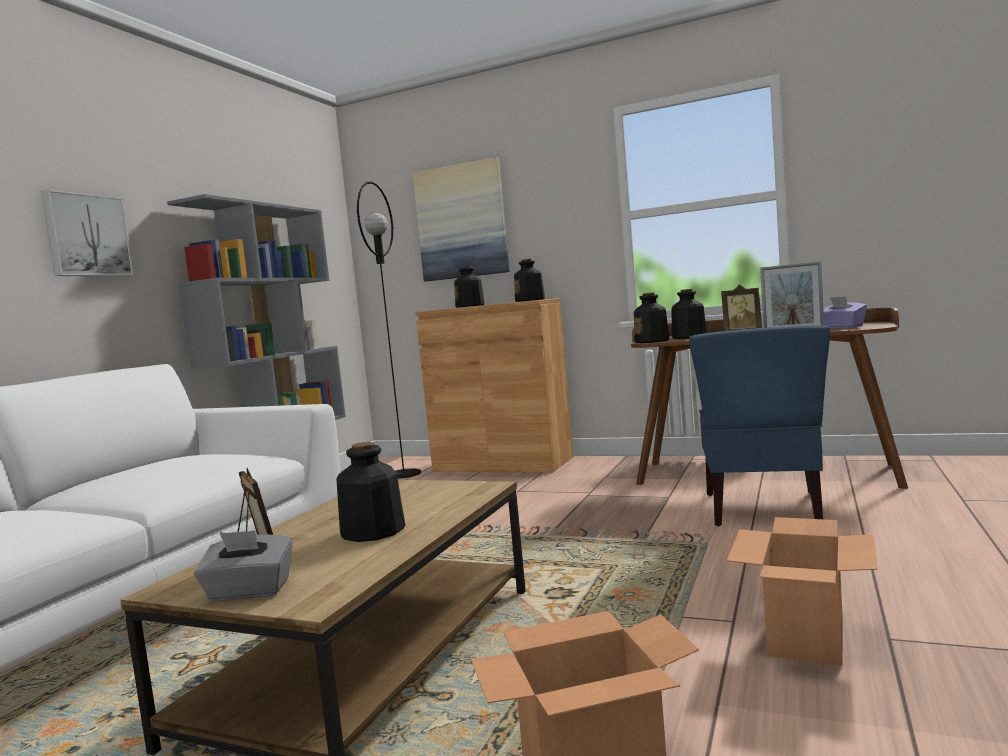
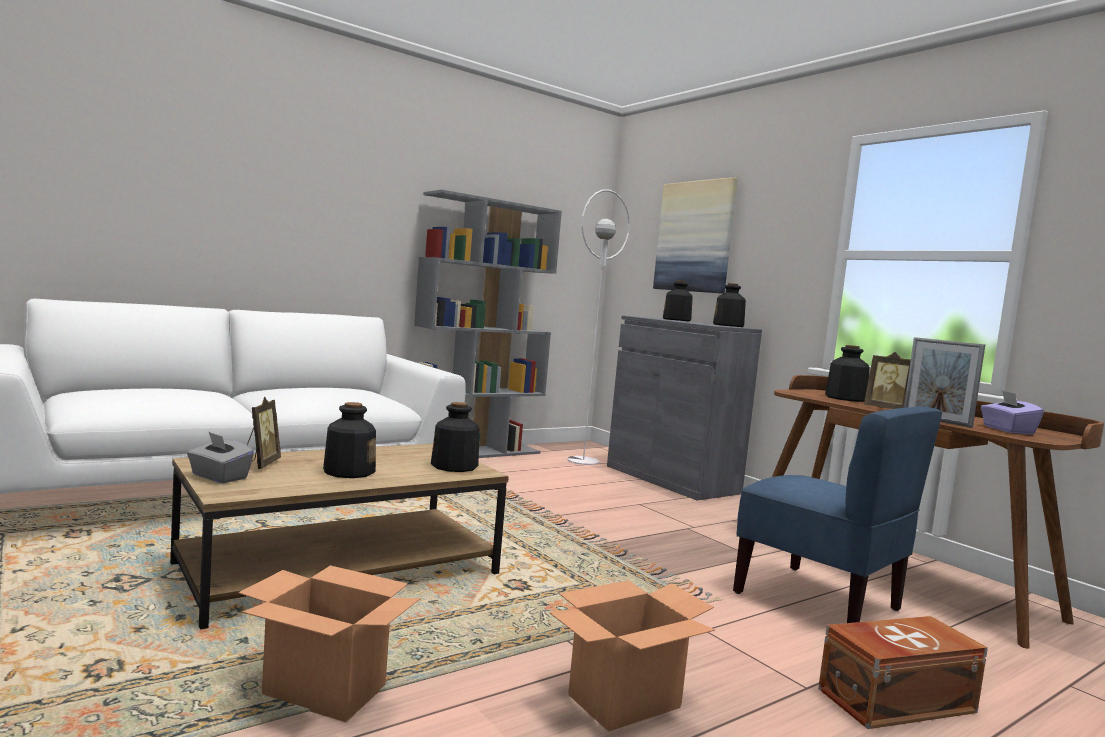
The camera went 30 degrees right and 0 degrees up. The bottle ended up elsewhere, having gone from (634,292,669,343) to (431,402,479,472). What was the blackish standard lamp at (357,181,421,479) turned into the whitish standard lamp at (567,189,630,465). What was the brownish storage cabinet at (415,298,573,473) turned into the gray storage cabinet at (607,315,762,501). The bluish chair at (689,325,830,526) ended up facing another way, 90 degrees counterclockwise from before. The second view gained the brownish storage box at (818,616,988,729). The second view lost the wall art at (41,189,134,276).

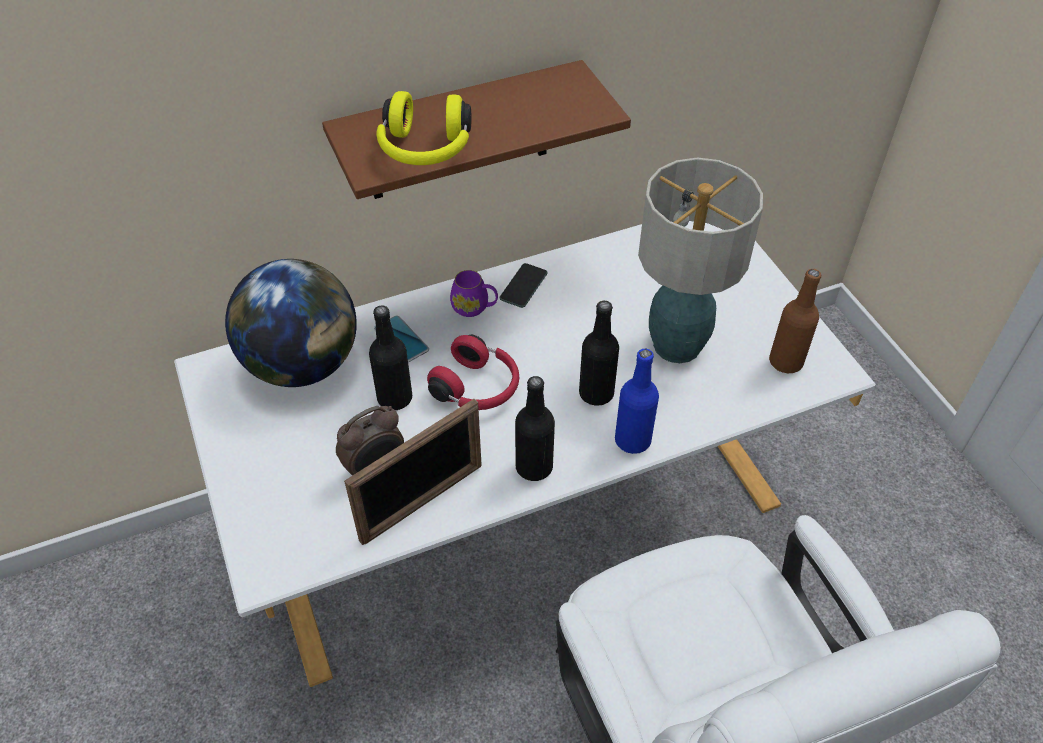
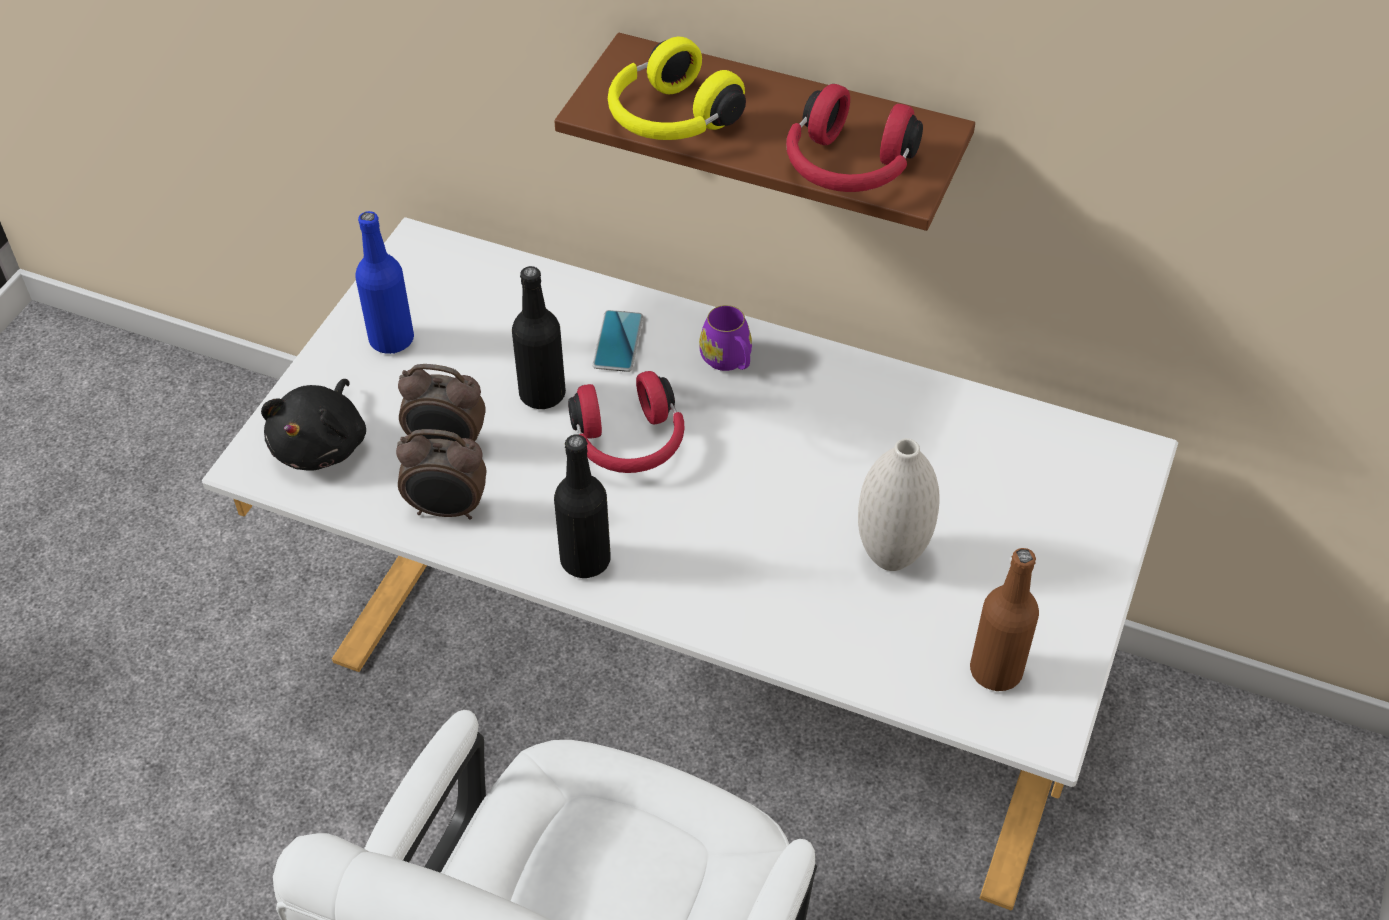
The camera went 45 degrees right and 0 degrees up. The second view gained the blackish cuddly toy at (261,379,366,471). The bluish bottle ended up elsewhere, having gone from (615,349,659,454) to (355,211,414,354). Where the standing frame stood at (344,399,482,545), the alarm clock came to stand at (396,429,486,520). The second view gained the reddish pair of headphones at (786,84,923,192). Where the tabletop lamp stood at (638,158,763,363), the whitish decorative vase came to stand at (858,438,940,571). The second view lost the desk globe at (225,259,357,387). The second view lost the handset at (500,263,547,308). The second view lost the blackish bottle at (579,301,619,406).

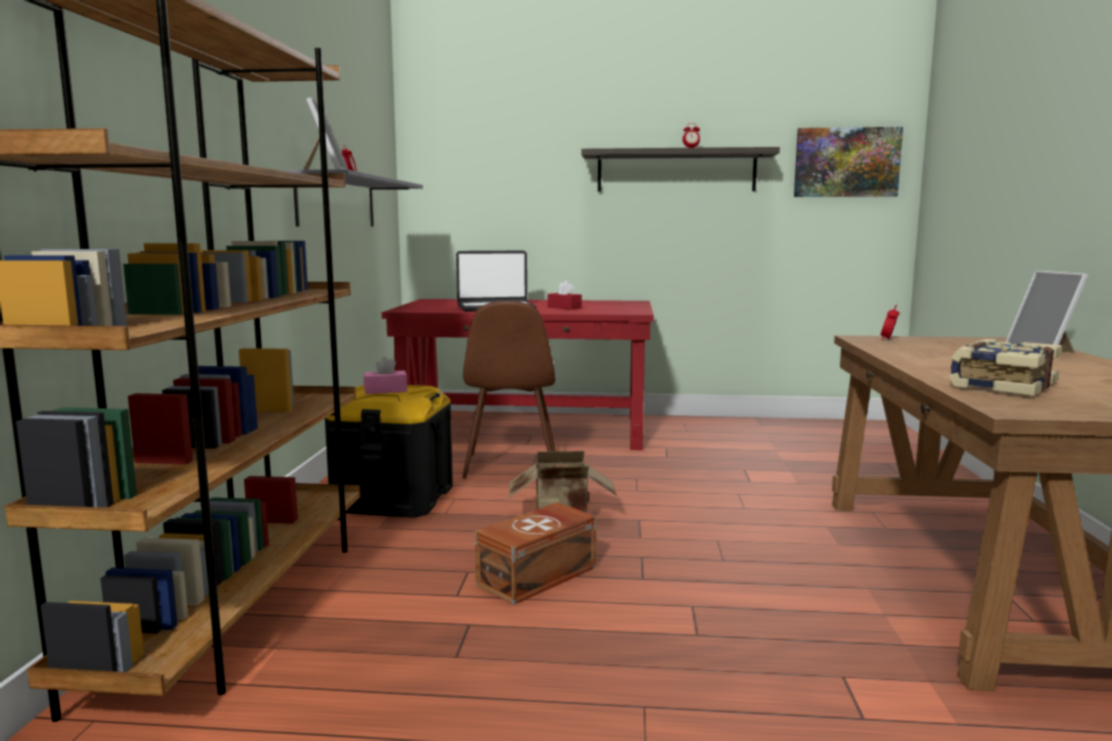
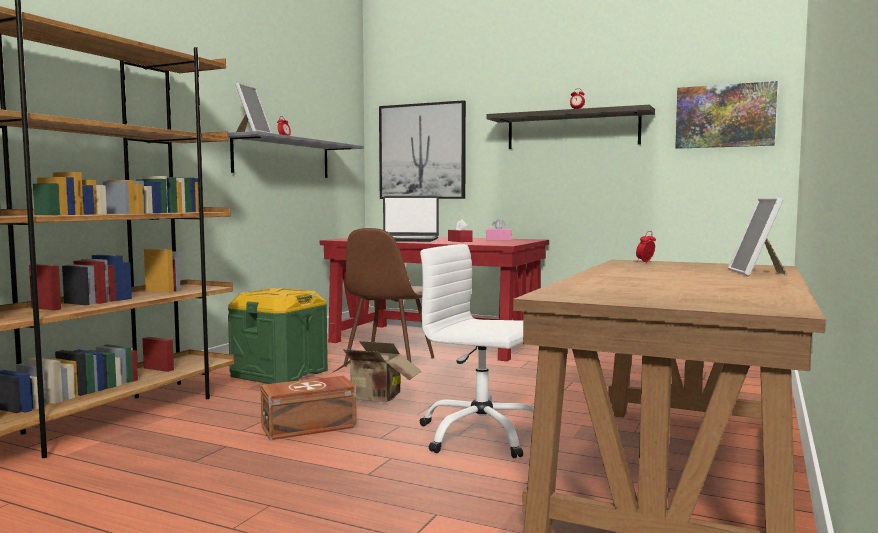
The camera went 20 degrees right and 5 degrees down. What was the blackish storage box at (324,385,453,518) turned into the green storage box at (228,288,328,384). The second view gained the wall art at (379,100,466,199). The second view gained the whitish office chair at (420,244,534,458). The pinkish tissue box ended up elsewhere, having gone from (364,357,407,394) to (486,219,512,241). The second view lost the bound book at (949,339,1062,396).

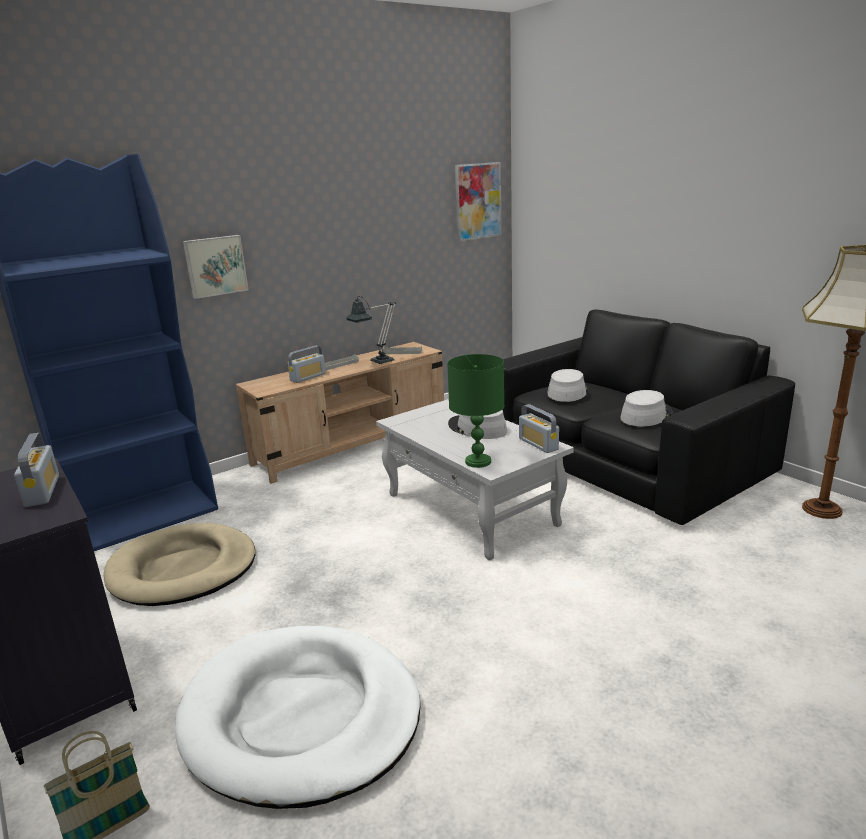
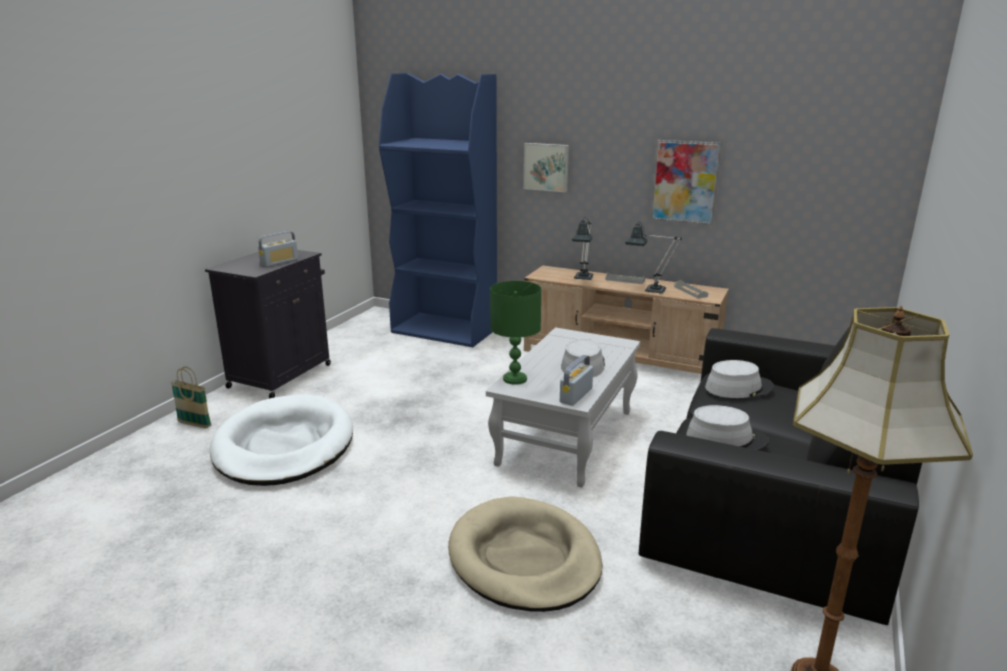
The camera went 60 degrees right and 0 degrees up. The beige-coloured dog bed ended up elsewhere, having gone from (103,523,255,606) to (448,496,603,612). Where the radio set stood at (288,346,326,383), the tabletop lamp came to stand at (572,217,593,280). The wall art ended up elsewhere, having gone from (455,162,502,242) to (651,140,722,225).

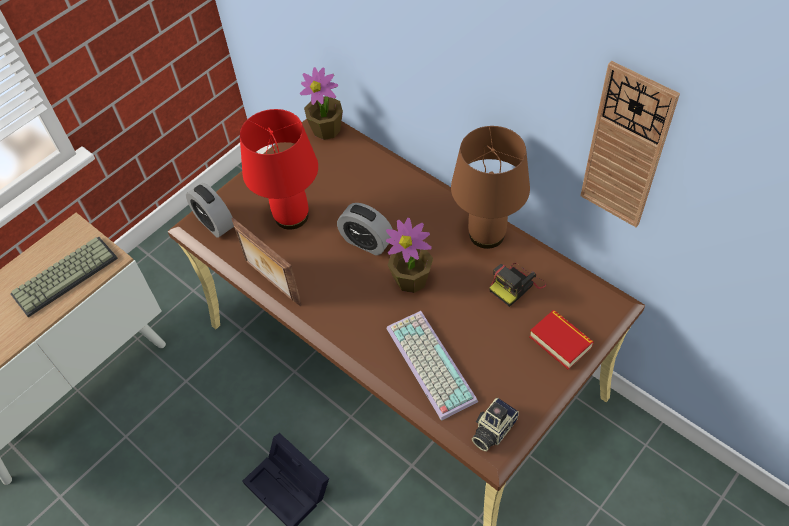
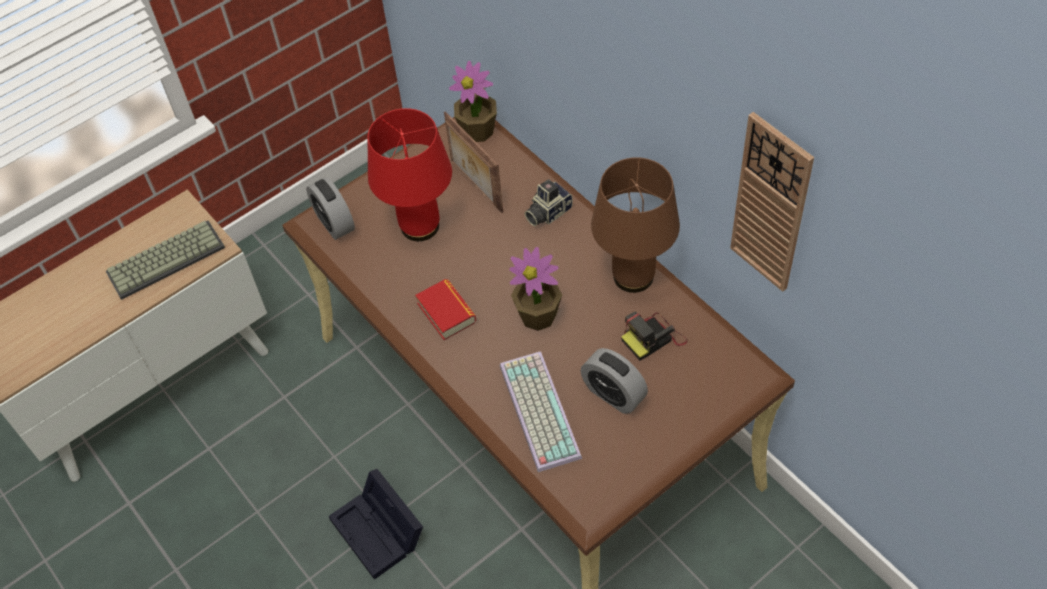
The camera went 10 degrees right and 0 degrees up. The bound book ended up elsewhere, having gone from (529,310,594,370) to (415,279,476,340). The standing frame ended up elsewhere, having gone from (231,218,302,306) to (444,111,503,213). The photo camera ended up elsewhere, having gone from (472,398,519,451) to (524,179,573,226). The alarm clock ended up elsewhere, having gone from (337,203,393,255) to (581,348,648,414).

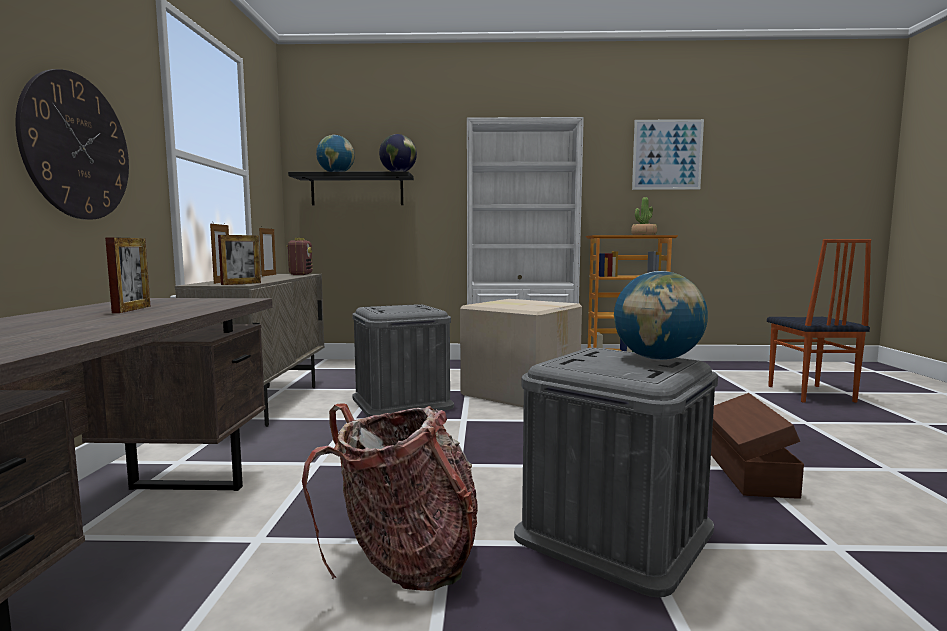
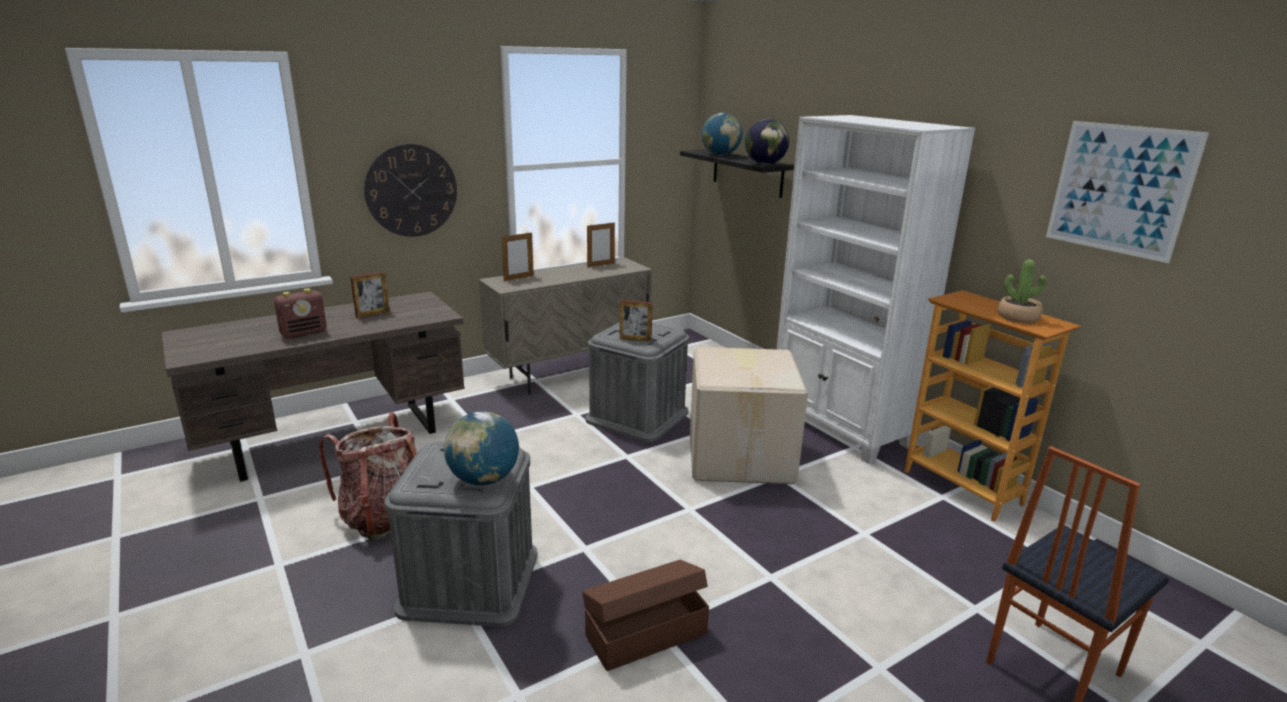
The camera went 55 degrees right and 15 degrees up. The radio set ended up elsewhere, having gone from (286,238,313,275) to (274,289,327,338). The standing frame ended up elsewhere, having gone from (218,235,261,285) to (620,300,653,342).

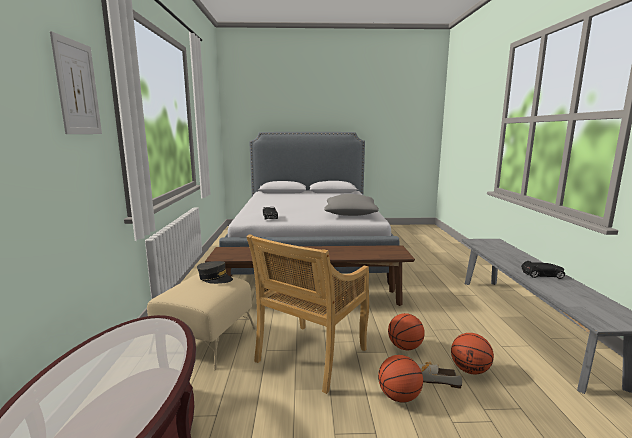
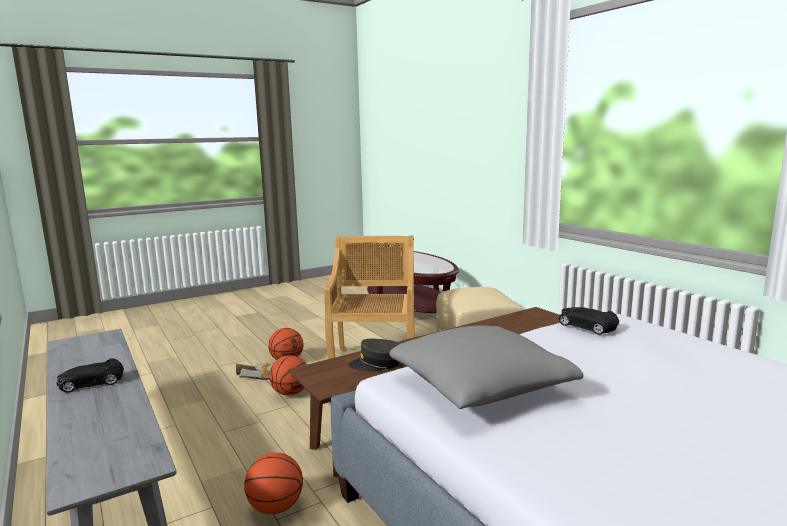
The camera went 150 degrees right and 0 degrees up. The basketball ended up elsewhere, having gone from (451,333,494,374) to (244,452,303,514). The gray cap ended up elsewhere, having gone from (197,261,233,284) to (348,339,400,371). The second view lost the wall art at (50,31,102,134).

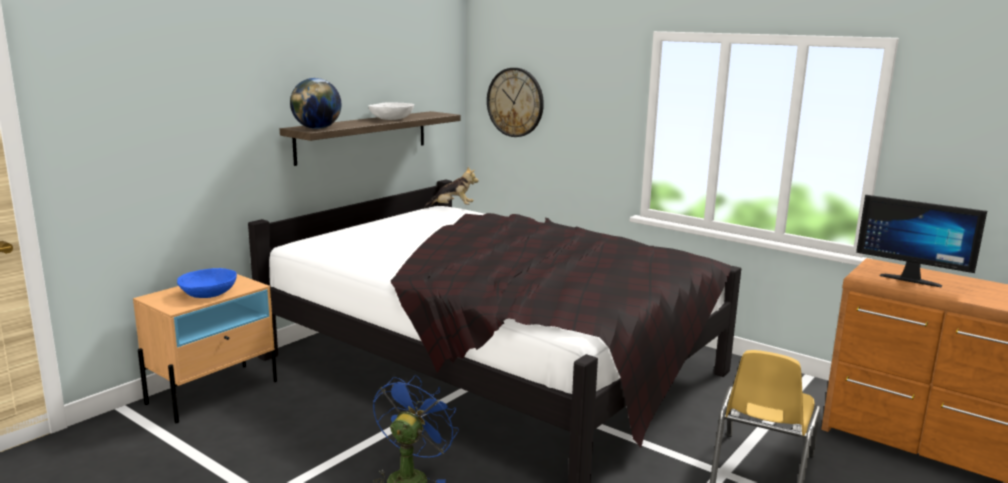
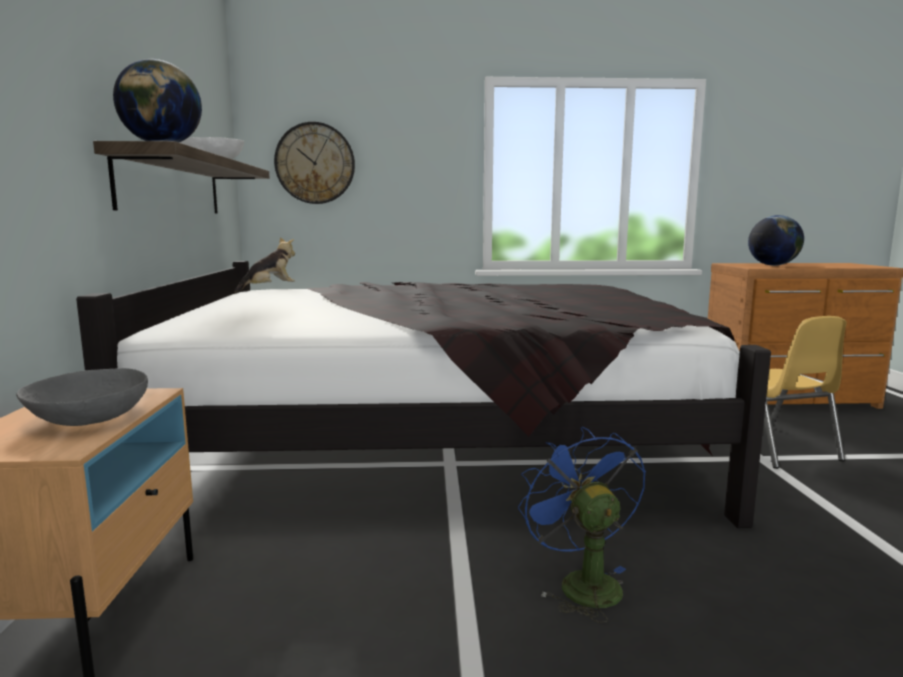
The camera went 40 degrees left and 5 degrees down. What was the bluish serving bowl at (177,268,237,298) turned into the gray serving bowl at (16,368,148,426). Where the monitor stood at (856,195,987,288), the desk globe came to stand at (748,215,804,266).

